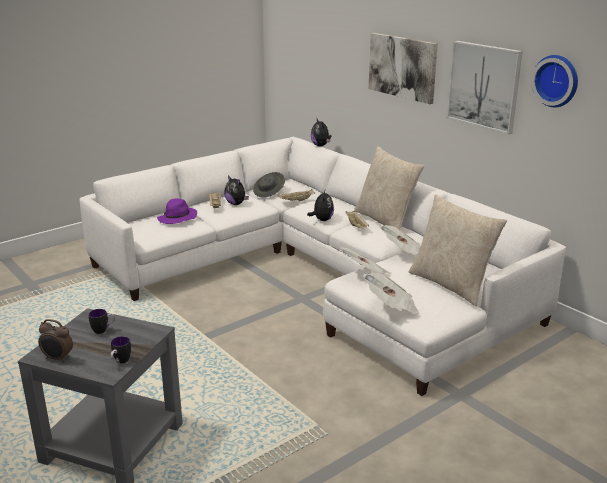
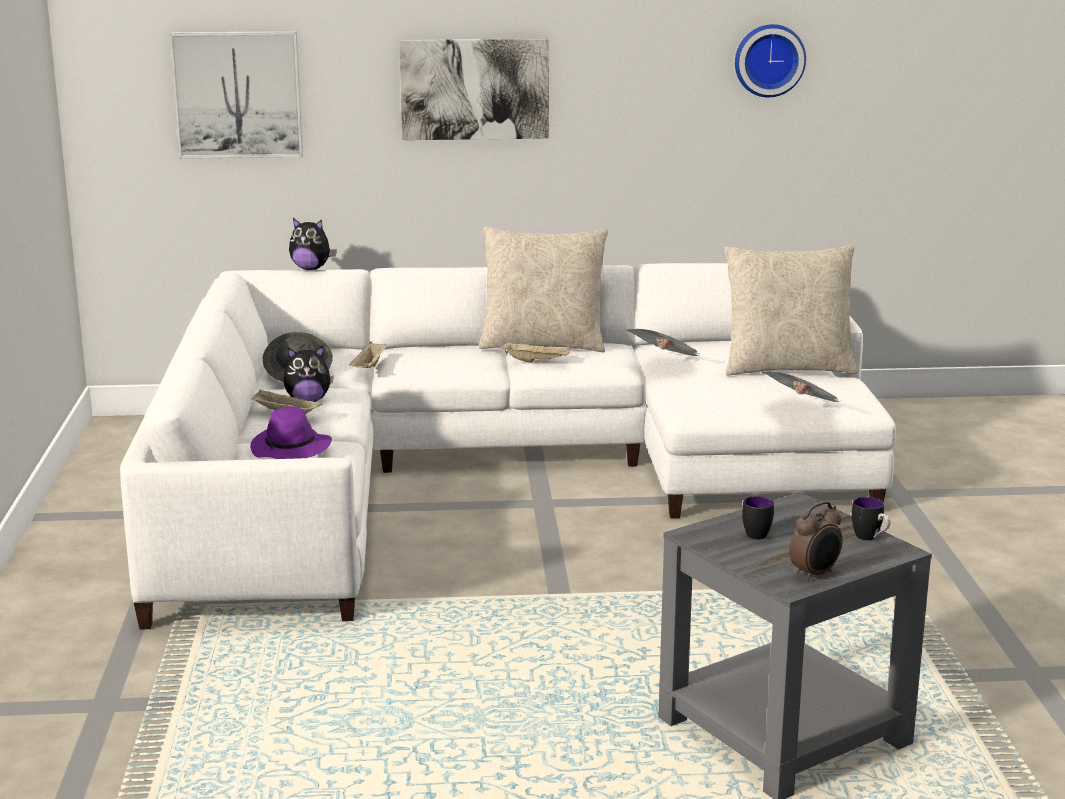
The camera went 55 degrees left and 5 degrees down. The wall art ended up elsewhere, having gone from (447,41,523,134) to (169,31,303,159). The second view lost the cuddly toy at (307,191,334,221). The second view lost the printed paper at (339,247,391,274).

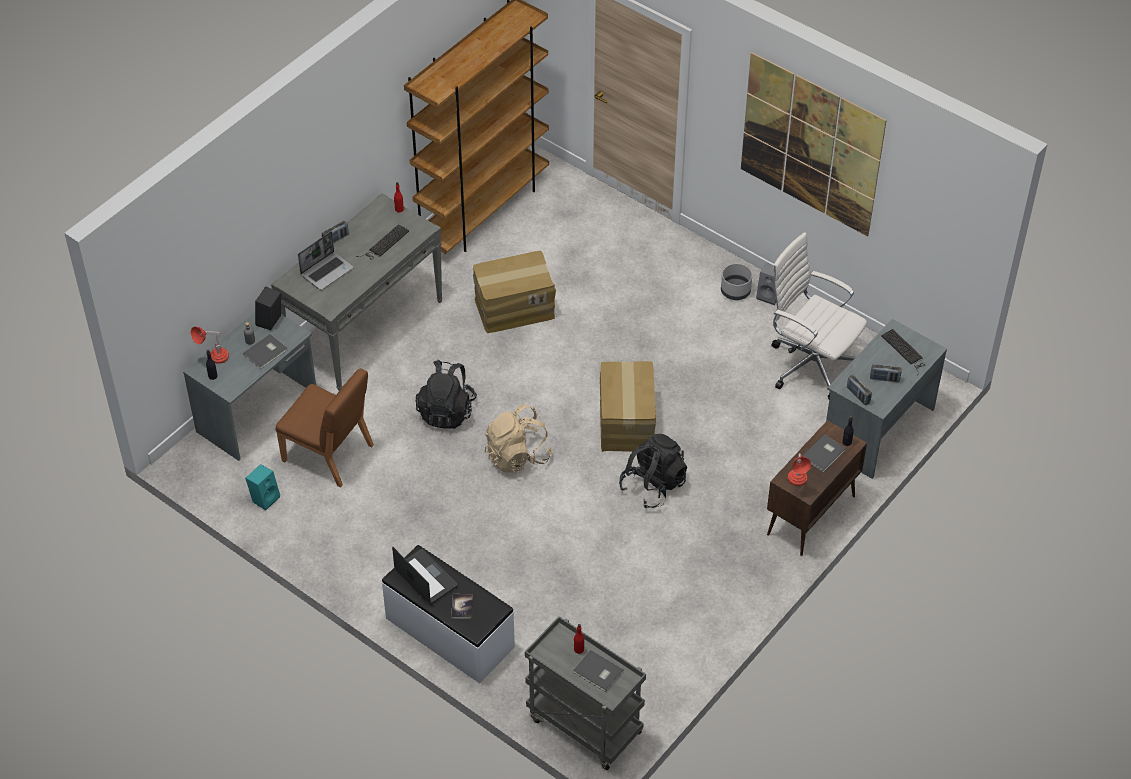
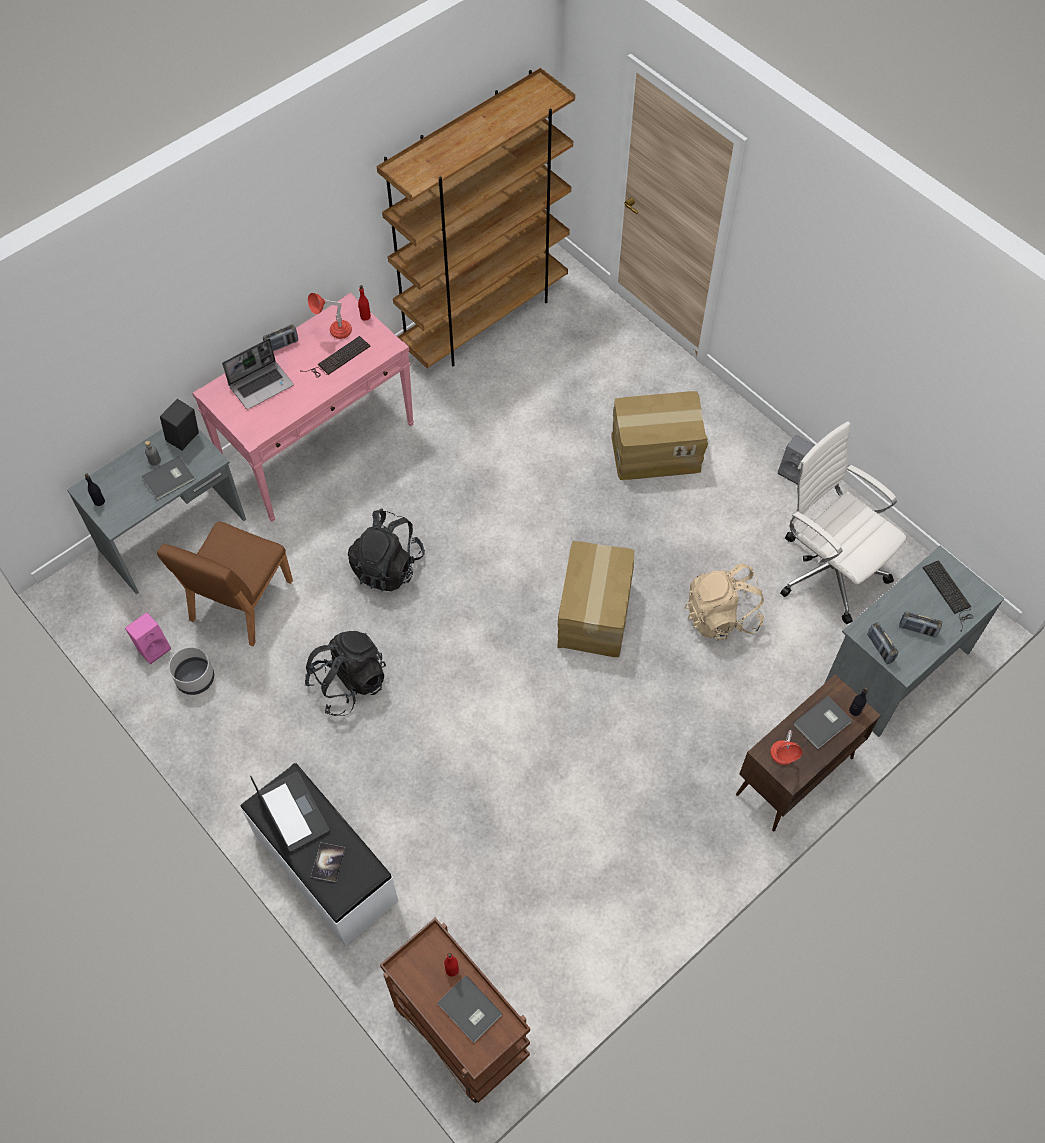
The camera went 10 degrees right and 10 degrees up. What was the turquoise-coloured loudspeaker at (245,464,280,510) turned into the pinkish loudspeaker at (125,612,171,664). The brownish chair at (275,369,374,488) ended up facing another way, 75 degrees clockwise from before. The gray flower pot ended up elsewhere, having gone from (721,263,752,300) to (169,647,214,695). What was the gray console table at (271,193,443,391) turned into the pinkish console table at (192,293,414,522). The blackish knapsack ended up elsewhere, having gone from (619,434,687,508) to (305,631,386,716). The reddish tabletop lamp ended up elsewhere, having gone from (191,326,229,364) to (308,293,352,339). What was the gray wheeled cart at (525,616,646,770) turned into the brownish wheeled cart at (380,918,530,1103). The packing box ended up elsewhere, having gone from (473,251,556,333) to (611,391,708,480). The beige-coloured knapsack ended up elsewhere, having gone from (485,405,552,472) to (684,563,765,641). The second view lost the wall art at (741,52,887,237).

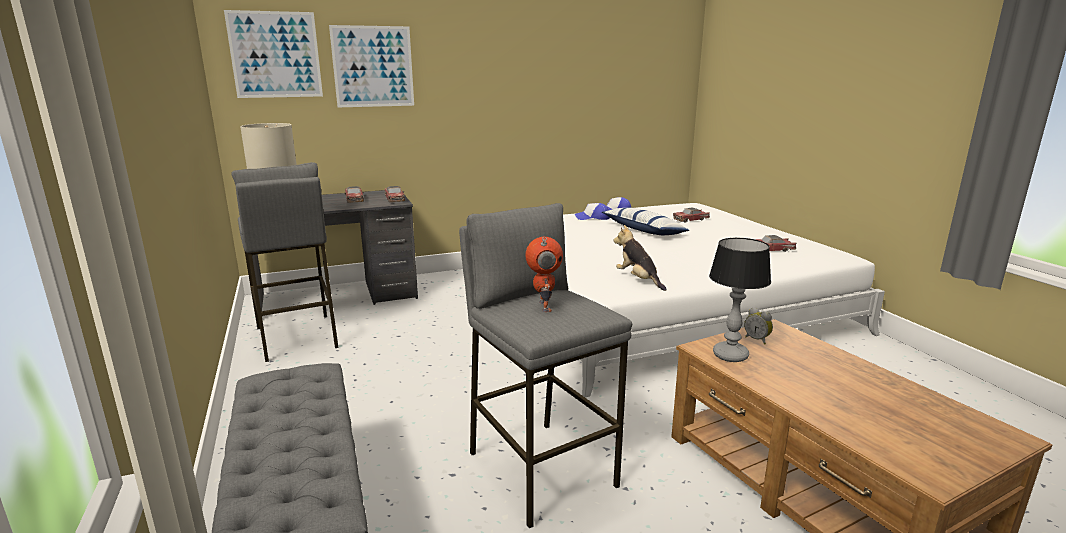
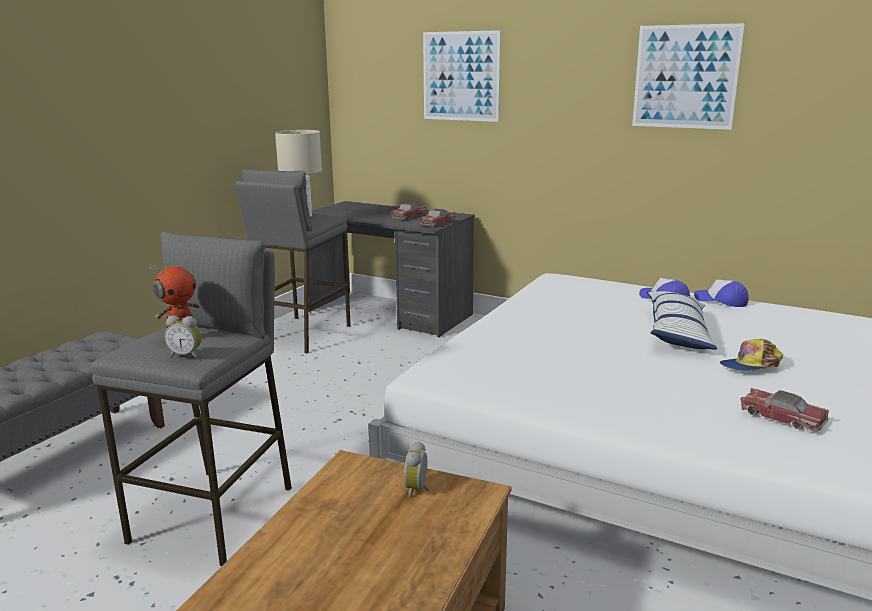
The camera went 50 degrees right and 0 degrees up. The second view gained the alarm clock at (164,315,202,359). The wall art ended up elsewhere, having gone from (224,10,323,98) to (632,23,745,130). The second view gained the cap at (720,339,783,371). The second view lost the cuddly toy at (614,225,667,291). The second view lost the toy car at (673,208,710,223). The second view lost the tabletop lamp at (709,238,771,362).

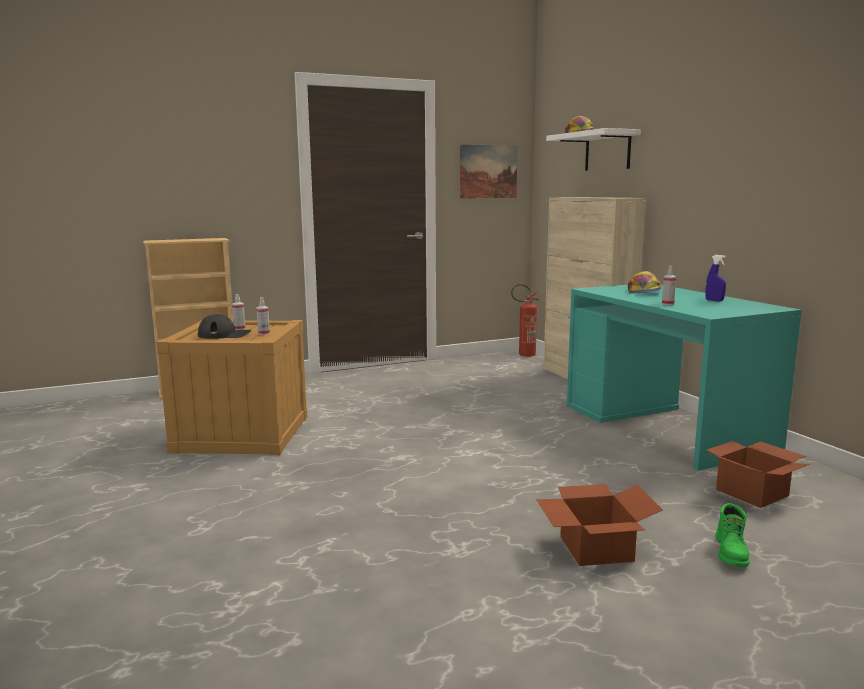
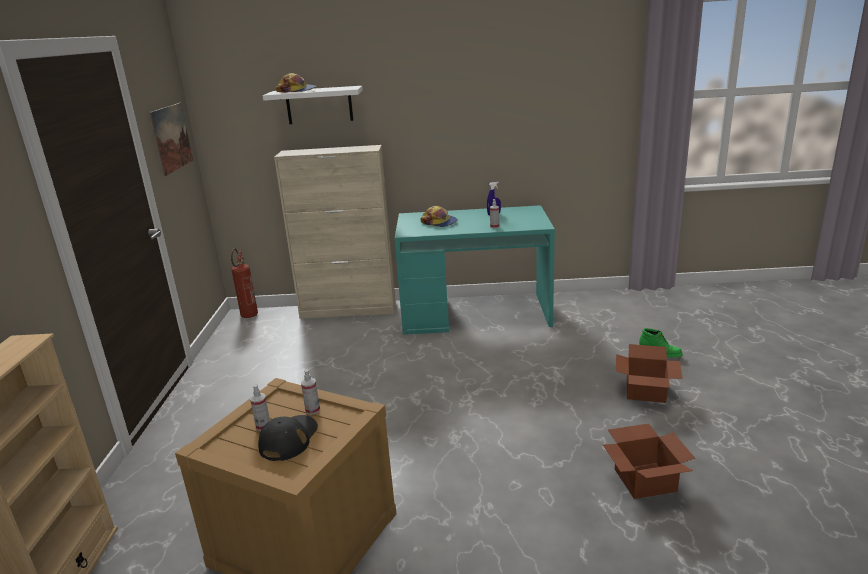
The camera went 65 degrees left and 10 degrees up. The packing box ended up elsewhere, having gone from (707,441,809,508) to (603,424,695,499).

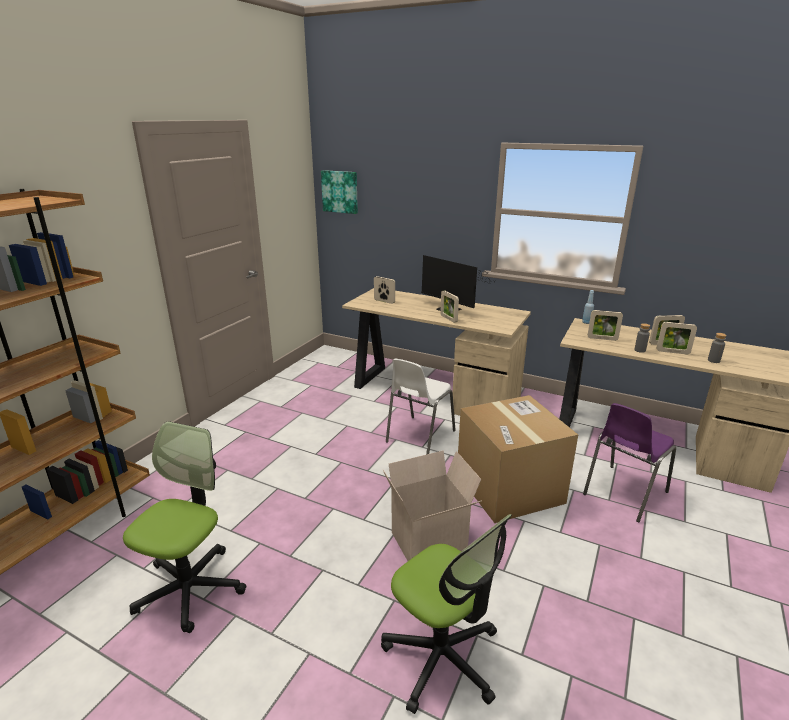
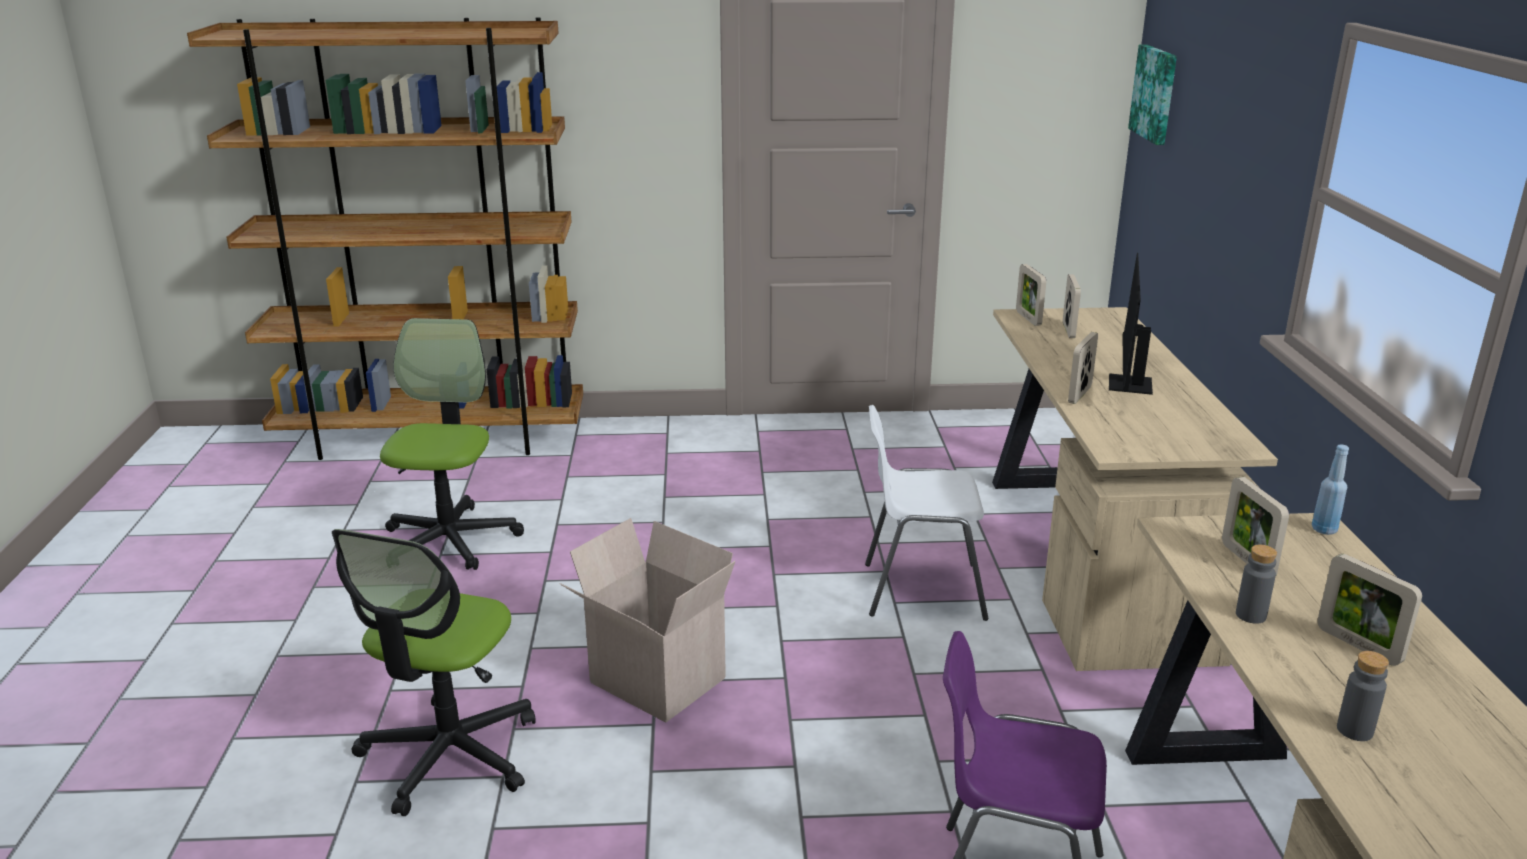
The camera went 60 degrees right and 0 degrees up. The office chair at (123,421,246,633) ended up facing another way, 75 degrees counterclockwise from before. The standing frame ended up elsewhere, having gone from (657,322,697,354) to (1016,264,1046,326). The second view lost the packing box at (458,395,578,523).

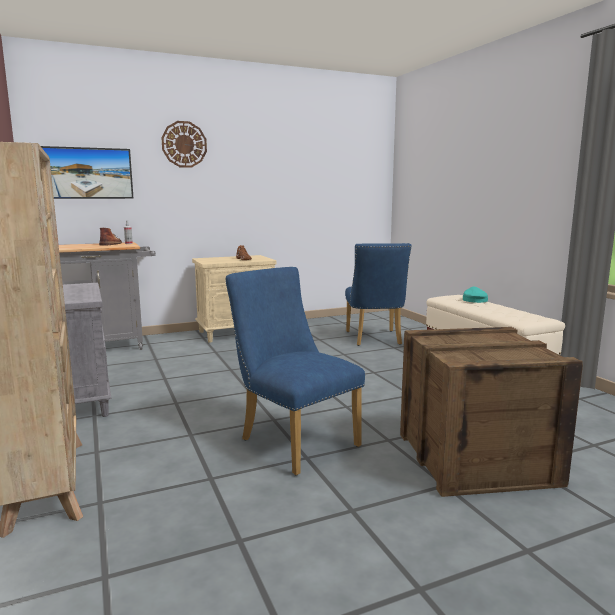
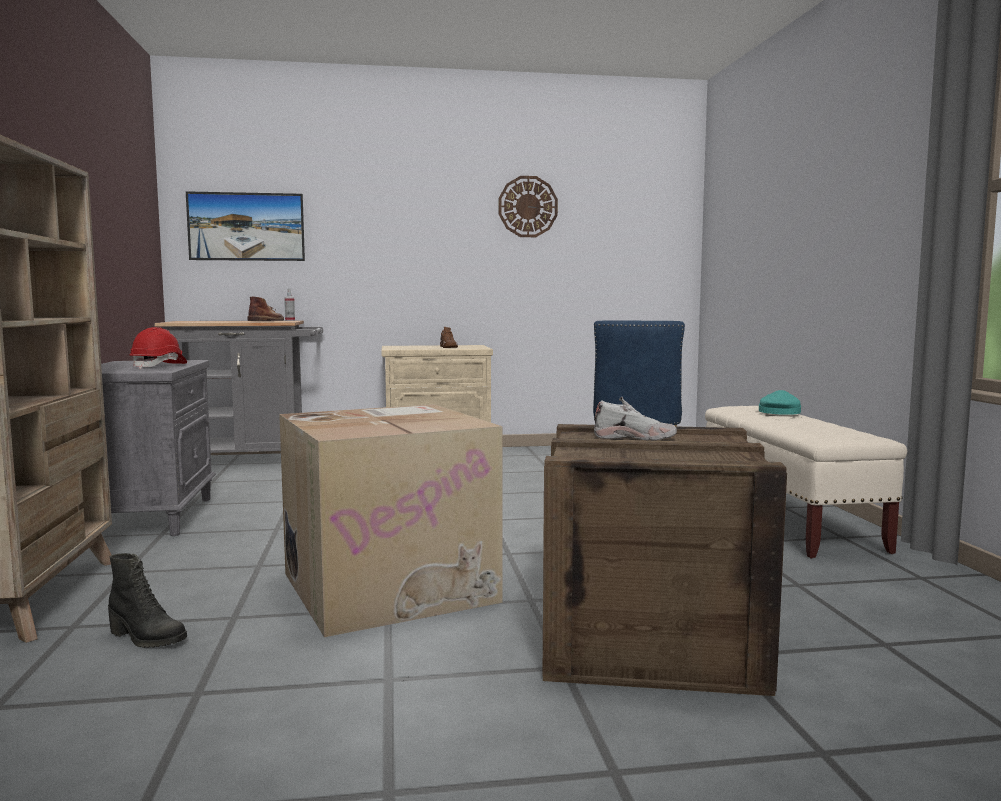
The camera went 15 degrees right and 5 degrees down. The second view gained the blackish high-top boot at (108,553,187,648). The second view gained the reddish hard hat at (129,327,187,369). Where the bluish chair stood at (225,267,365,475), the packing box came to stand at (279,404,502,637). The hanging clock ended up elsewhere, having gone from (161,121,207,168) to (499,176,558,237). The second view gained the whitish shoe at (594,397,677,440).

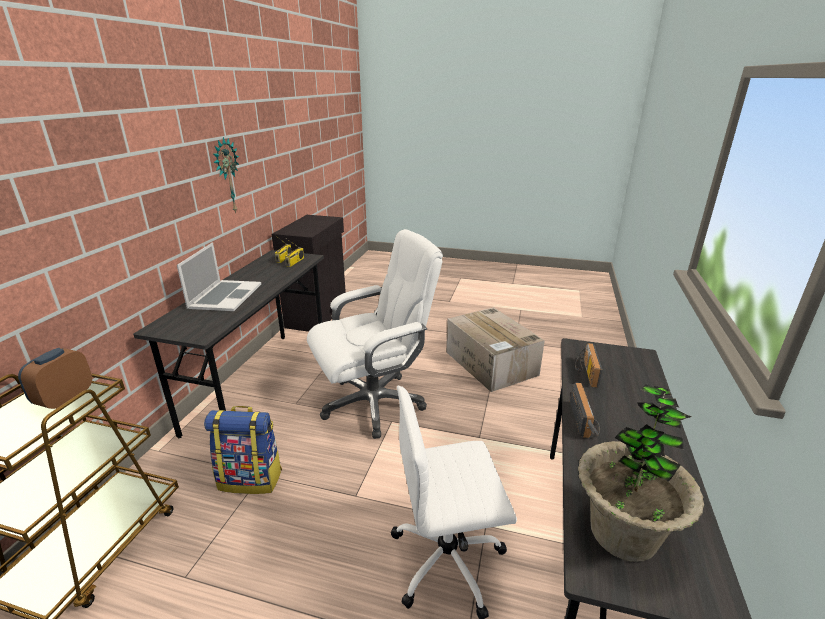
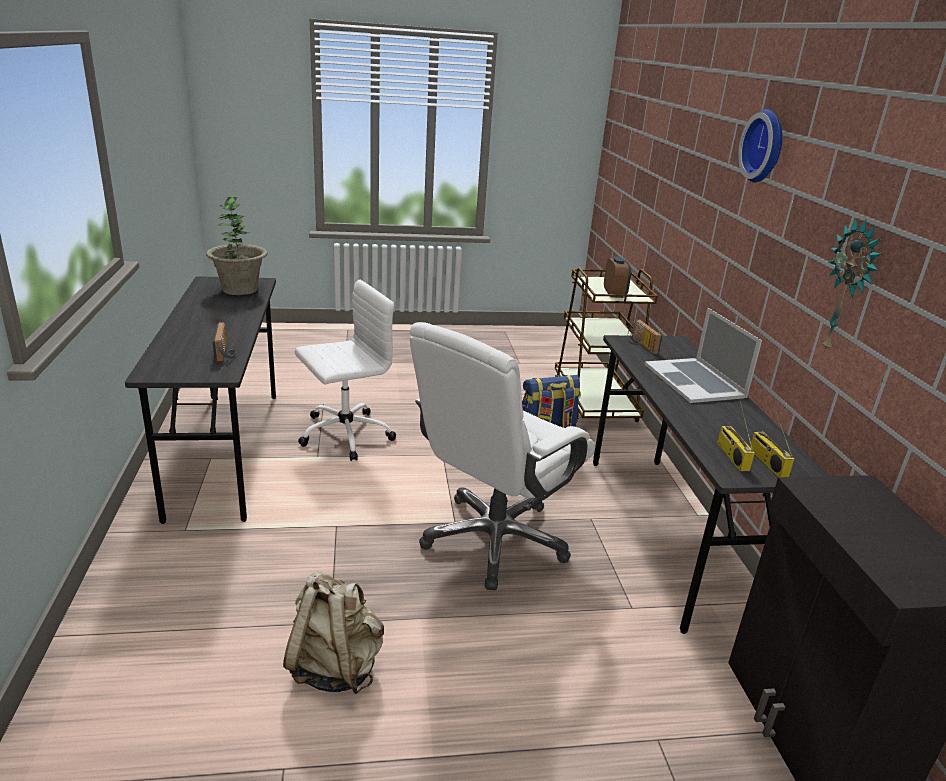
The camera went 155 degrees right and 0 degrees up. Where the packing box stood at (446,307,545,392), the beige-coloured knapsack came to stand at (283,571,384,694). The radio set ended up elsewhere, having gone from (570,383,600,438) to (628,320,662,354). The second view gained the hanging clock at (738,109,782,182).

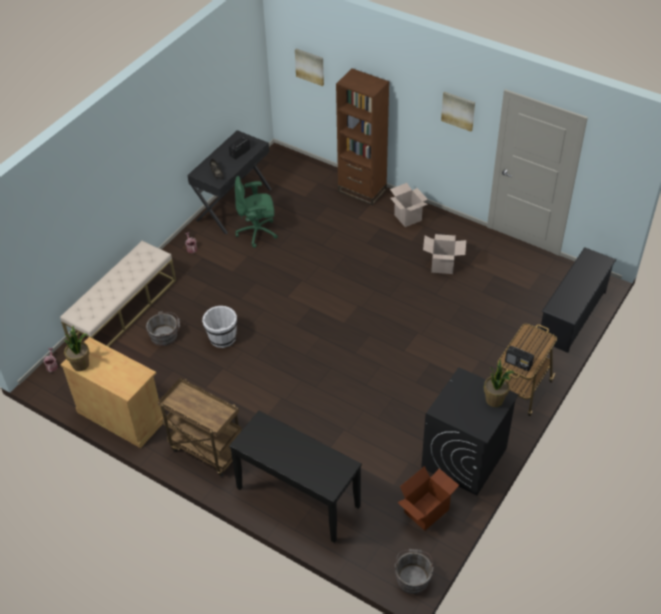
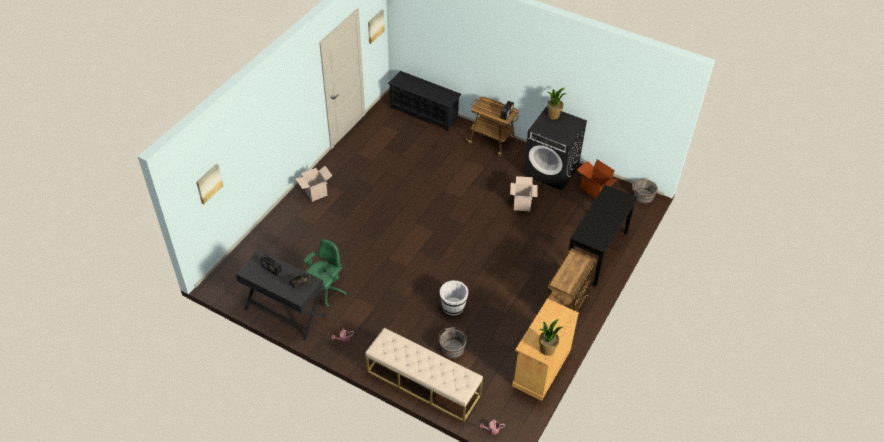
The camera went 95 degrees left and 0 degrees up. The green office chair at (235,176,278,248) ended up facing another way, 135 degrees counterclockwise from before. The wall art ended up elsewhere, having gone from (441,92,475,132) to (368,10,384,44). The packing box ended up elsewhere, having gone from (423,234,466,274) to (510,176,538,211). The second view lost the brownish shelving unit at (336,68,389,205).

